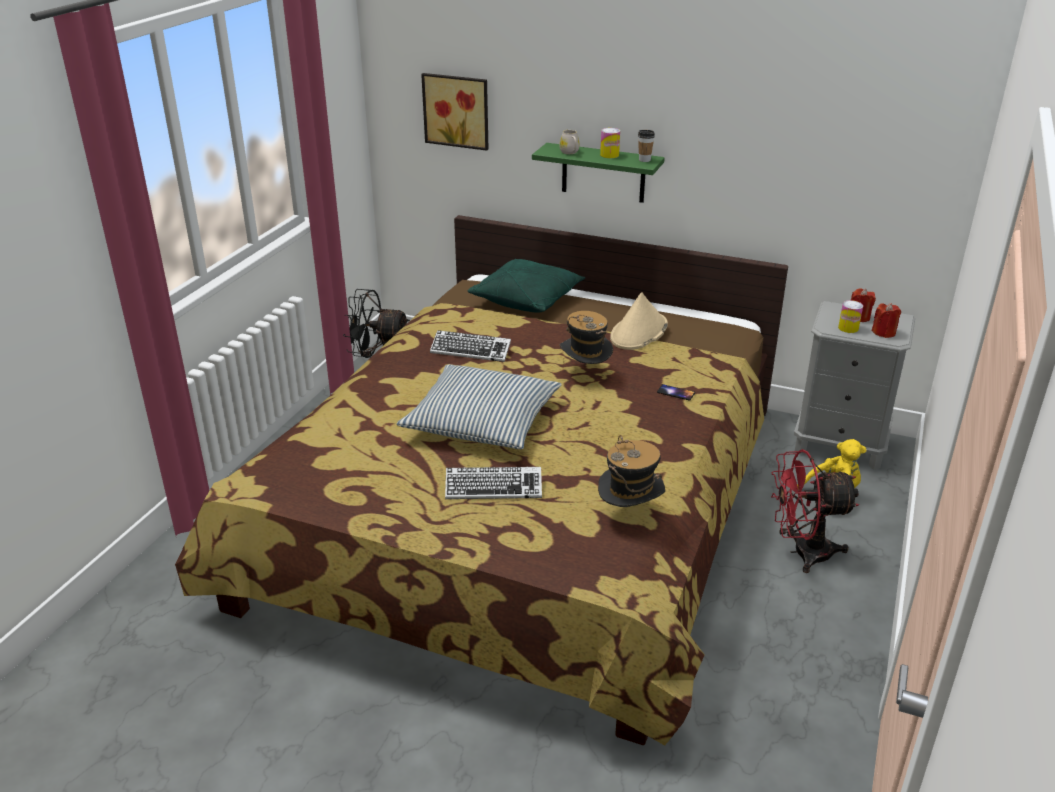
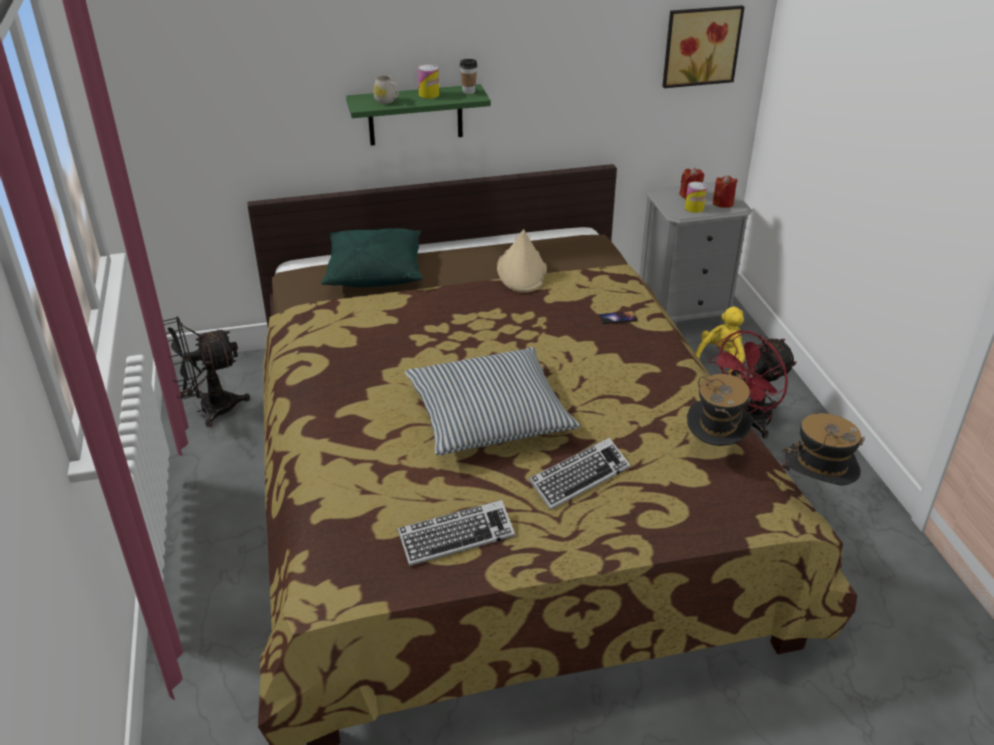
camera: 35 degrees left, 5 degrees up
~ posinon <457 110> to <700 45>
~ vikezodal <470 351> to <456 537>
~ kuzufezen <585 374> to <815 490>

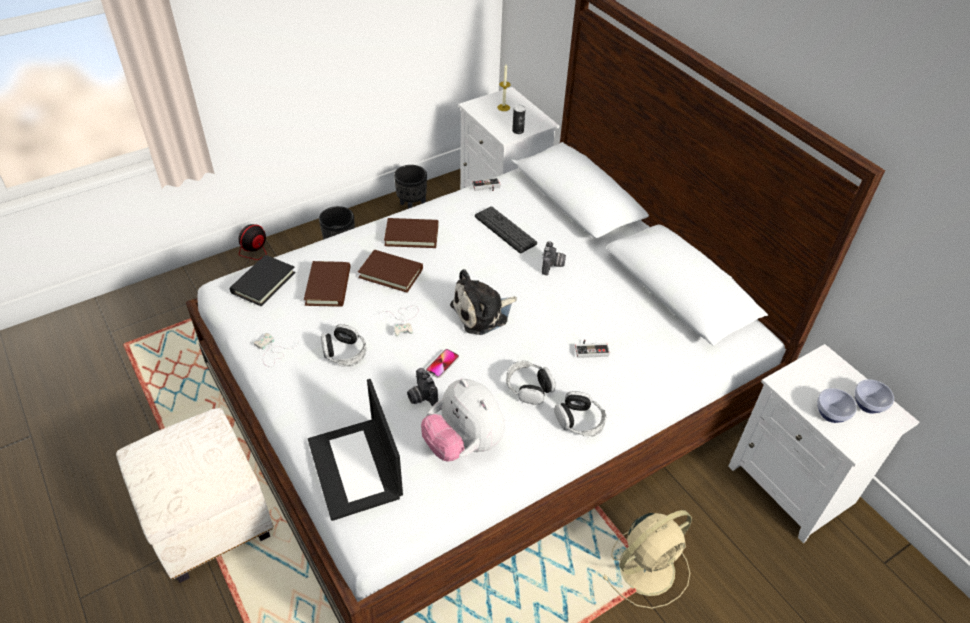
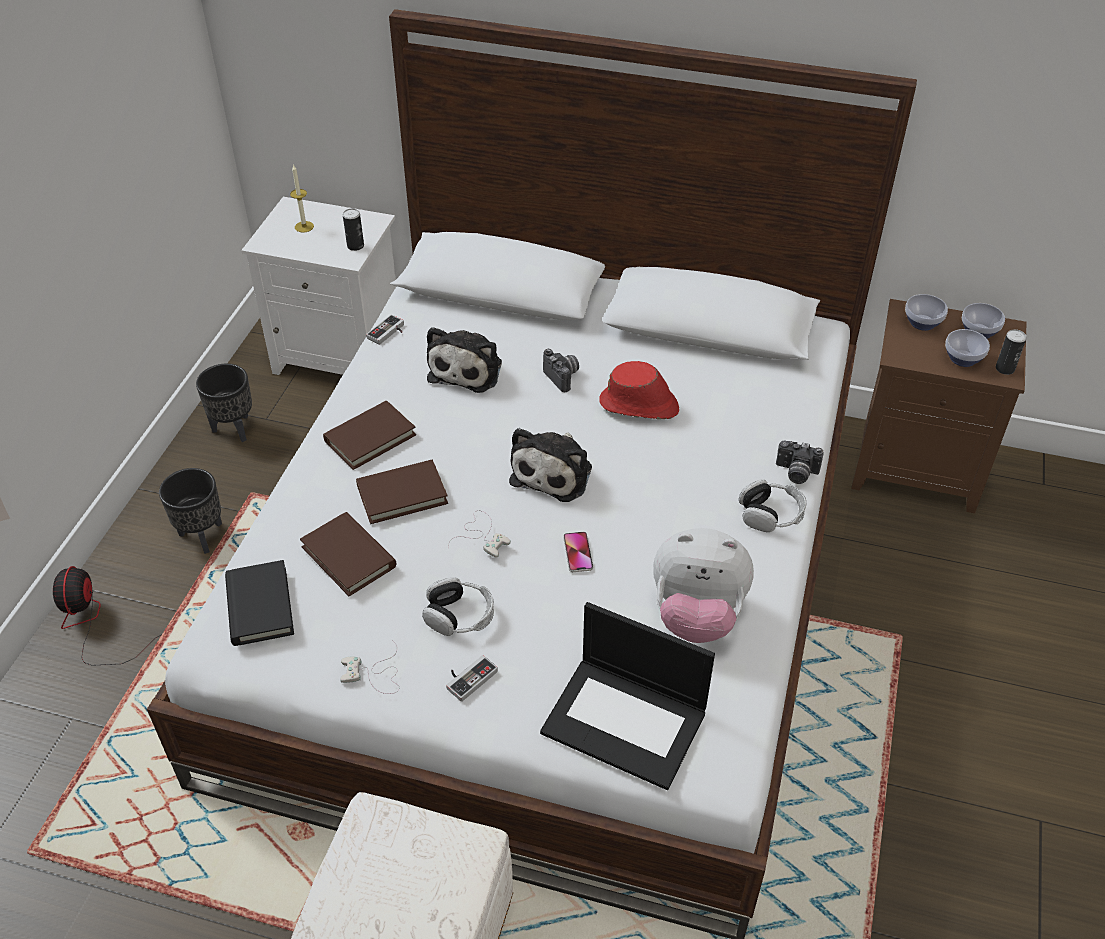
camera: 40 degrees left, 0 degrees up
- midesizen <529 387>
- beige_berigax <648 567>
+ red_kuzufezen <639 406>
+ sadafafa <923 323>
+ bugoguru <1005 368>
~ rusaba <421 396> to <796 473>
~ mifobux <591 349> to <468 677>
~ vikezodal <505 230> to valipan <467 368>
~ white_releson <794 486> to brown_releson <918 467>

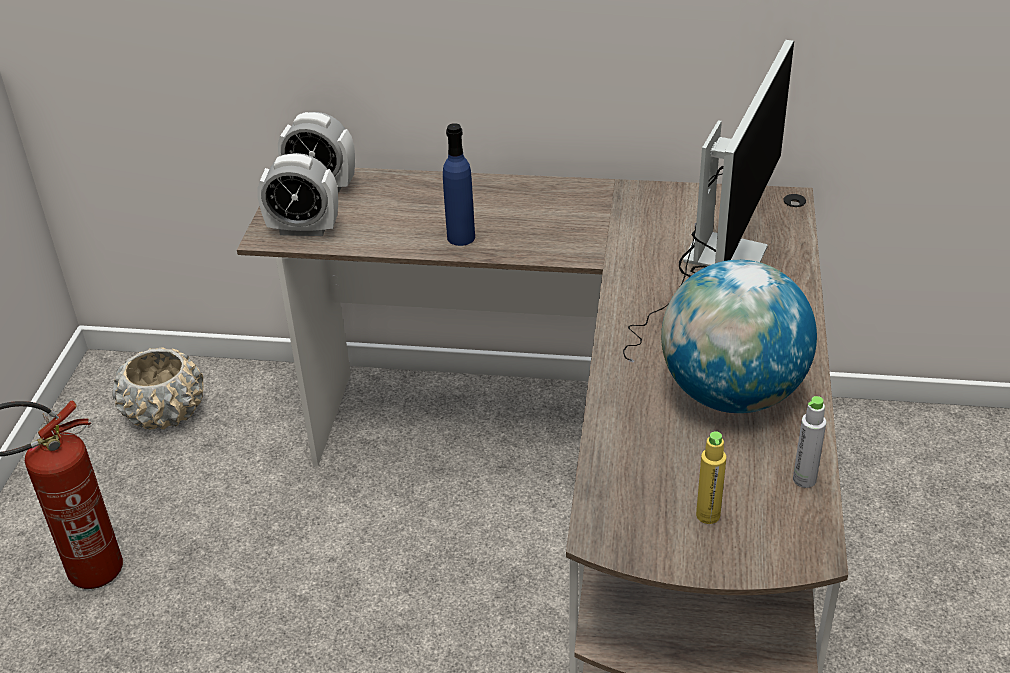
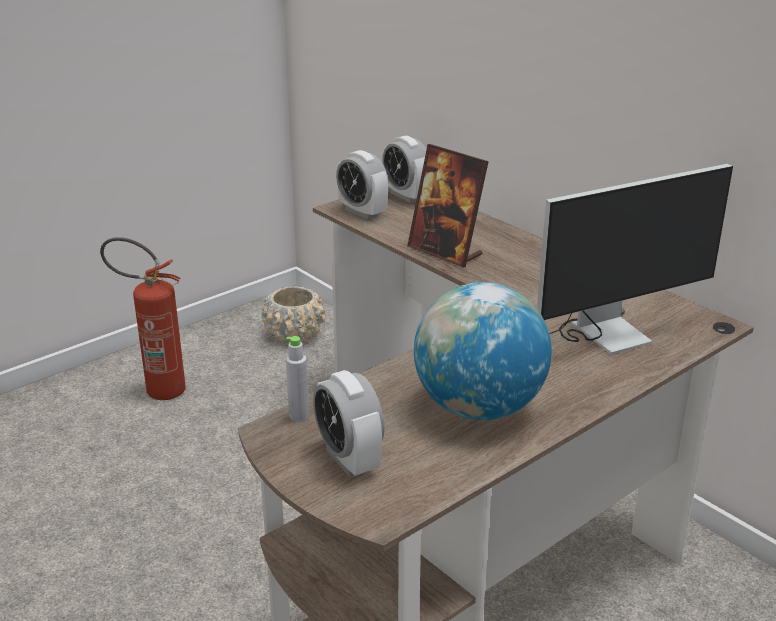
camera: 40 degrees right, 10 degrees down
~ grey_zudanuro <804 479> to <299 416>
~ blue_zudanuro <461 237> to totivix <445 252>
~ yellow_zudanuro <708 515> to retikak <349 459>

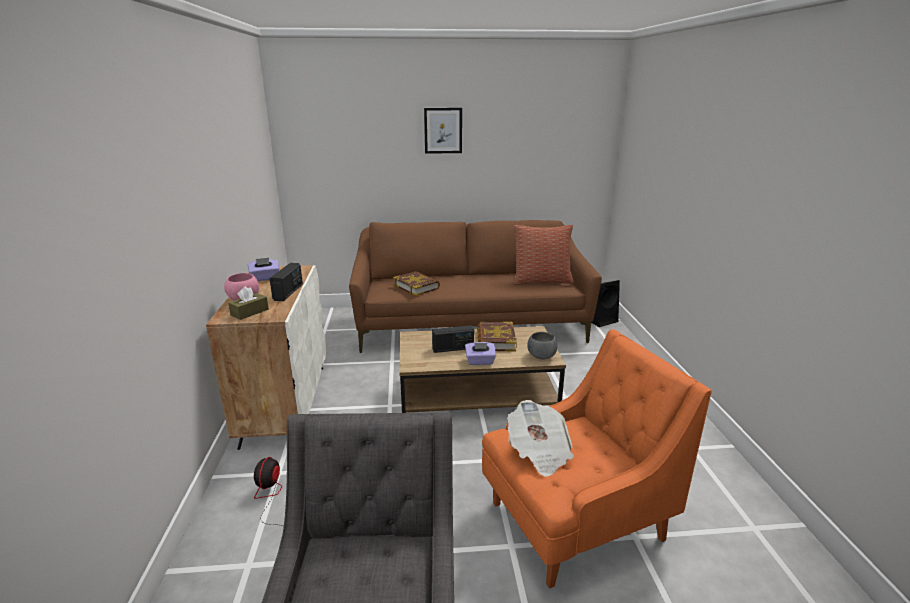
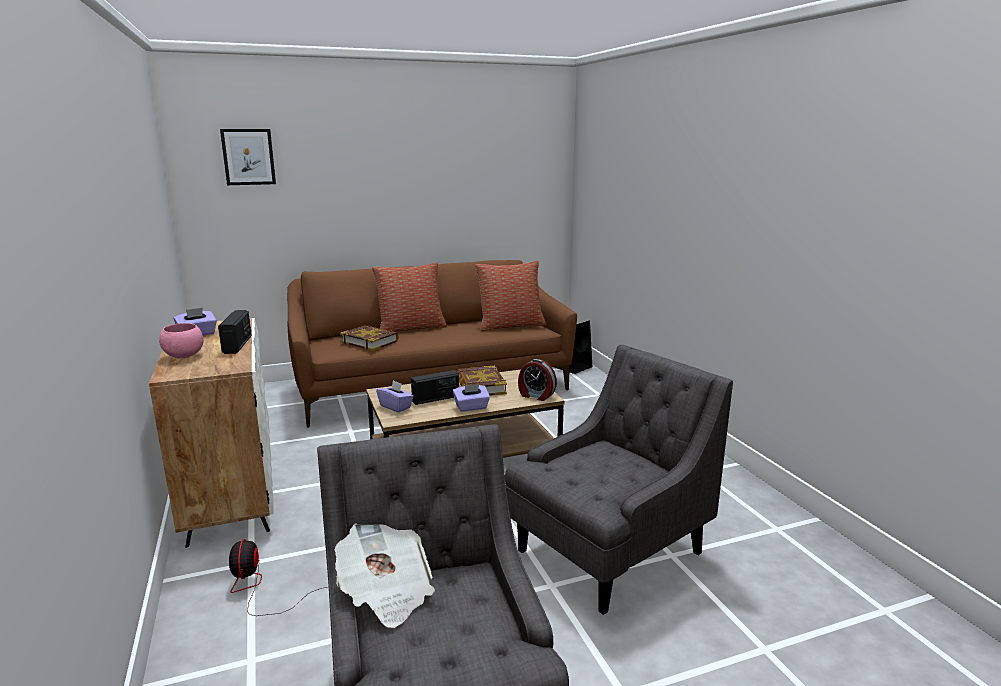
camera: 15 degrees left, 5 degrees down
- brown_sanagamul <249 312>
+ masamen <411 328>
+ purple_sanagamul <395 407>
~ posinon <443 130> to <248 157>
~ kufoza <539 452> to <386 593>
~ grey_sadafafa <541 356> to retikak <536 396>
~ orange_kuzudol <574 522> to grey_kuzudol <608 553>

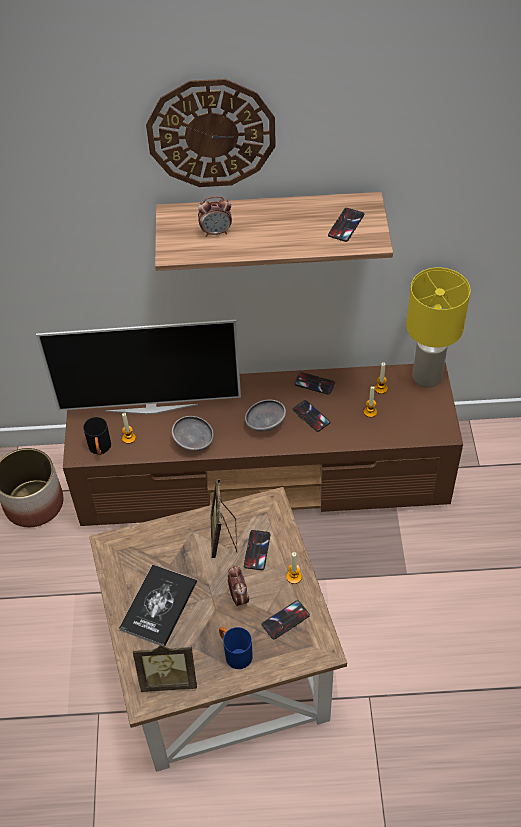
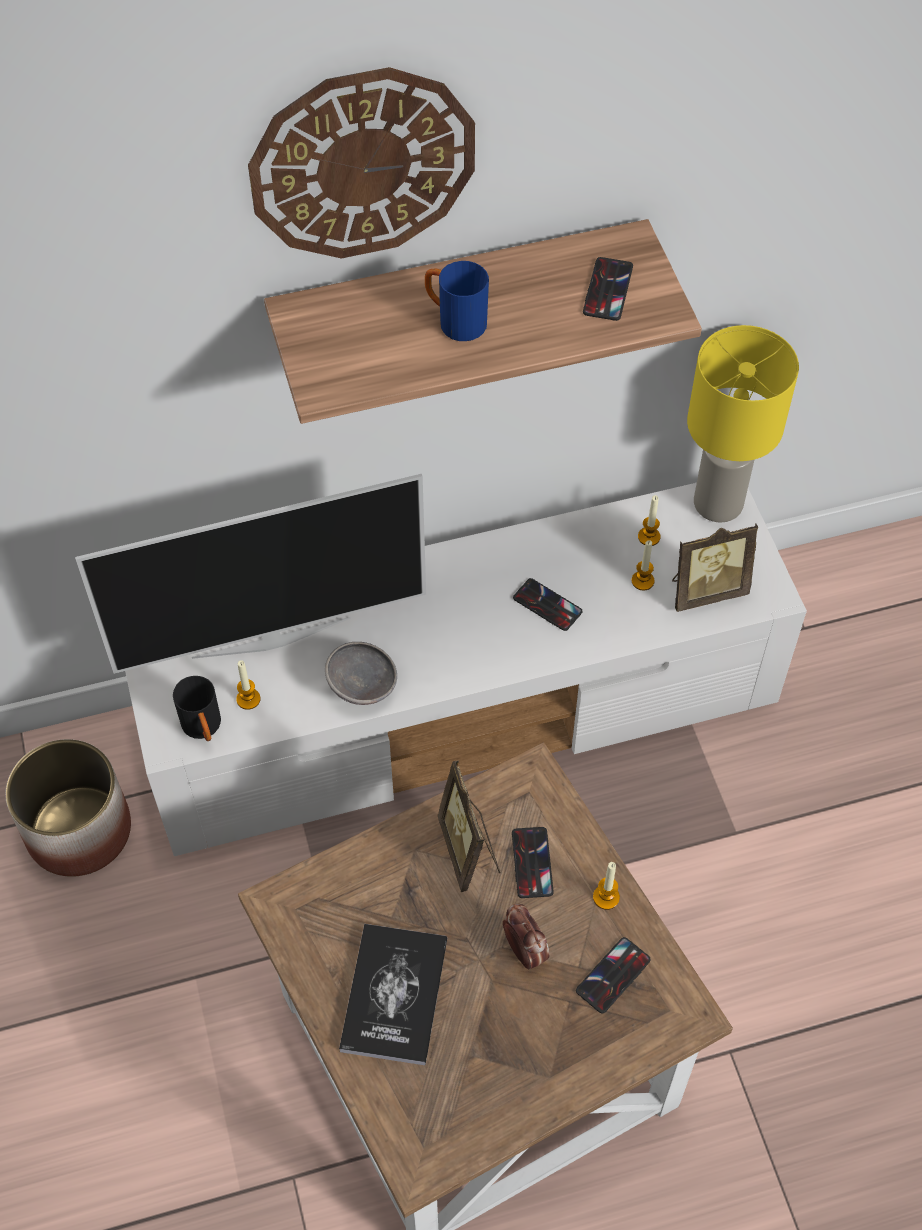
camera: 15 degrees left, 5 degrees up
- retikak <216 232>
- grey_sadafafa <265 423>
- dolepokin <314 383>
~ totivix <169 678> to <706 590>
~ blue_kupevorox <234 653> to <454 321>
~ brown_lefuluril <265 476> to white_lefuluril <464 709>

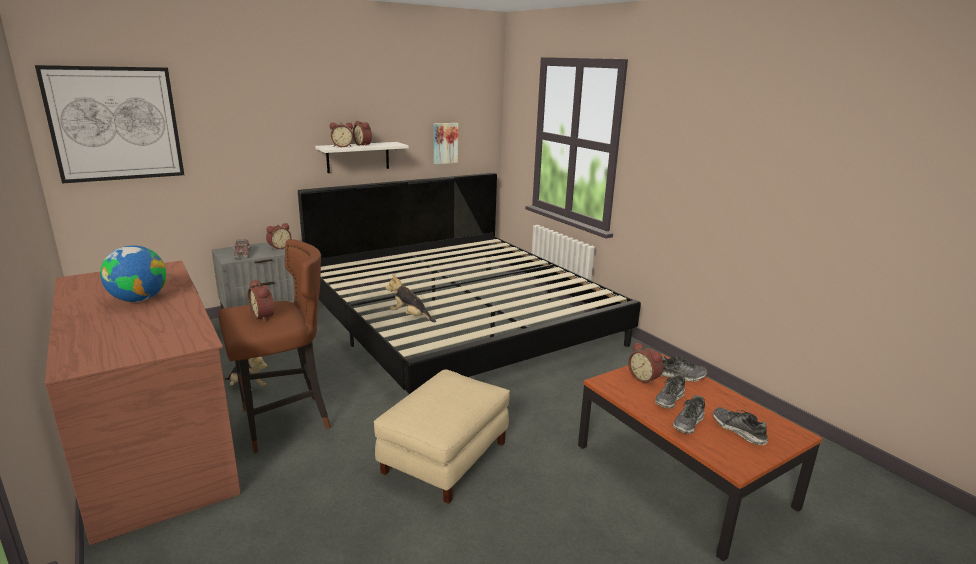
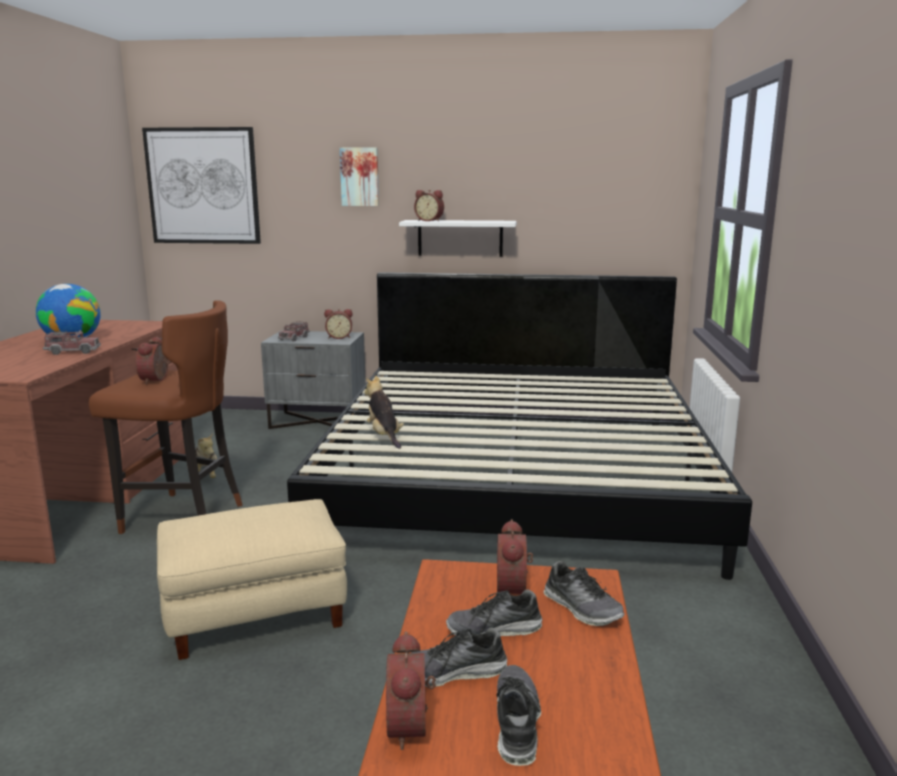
camera: 40 degrees right, 5 degrees down
+ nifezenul <73 351>
~ retikak <364 145> to <412 727>
~ posinon <445 143> to <360 177>

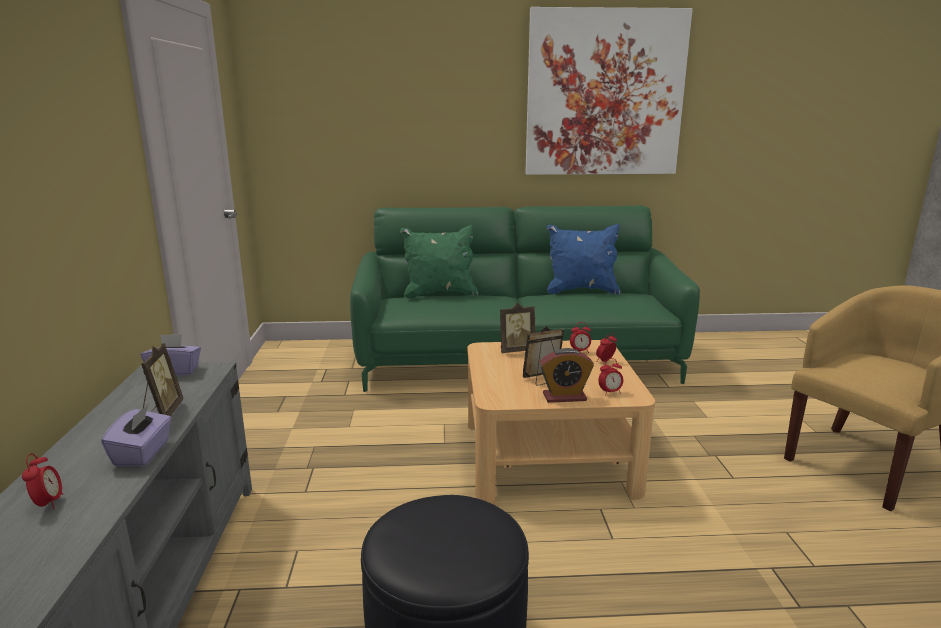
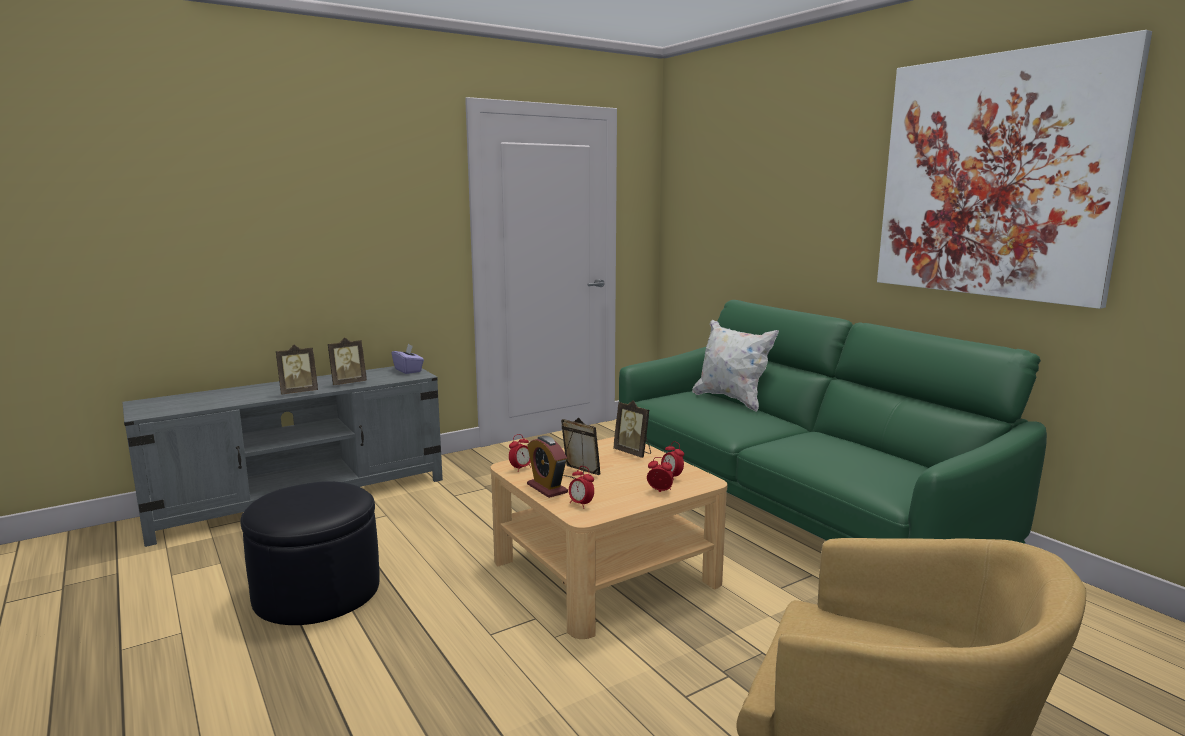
camera: 60 degrees right, 5 degrees down
- blue_masamen <581 291>
~ retikak <48 503> to <520 468>
~ purple_sanagamul <143 453> to totivix <298 392>
~ green_masamen <439 294> to white_masamen <731 400>

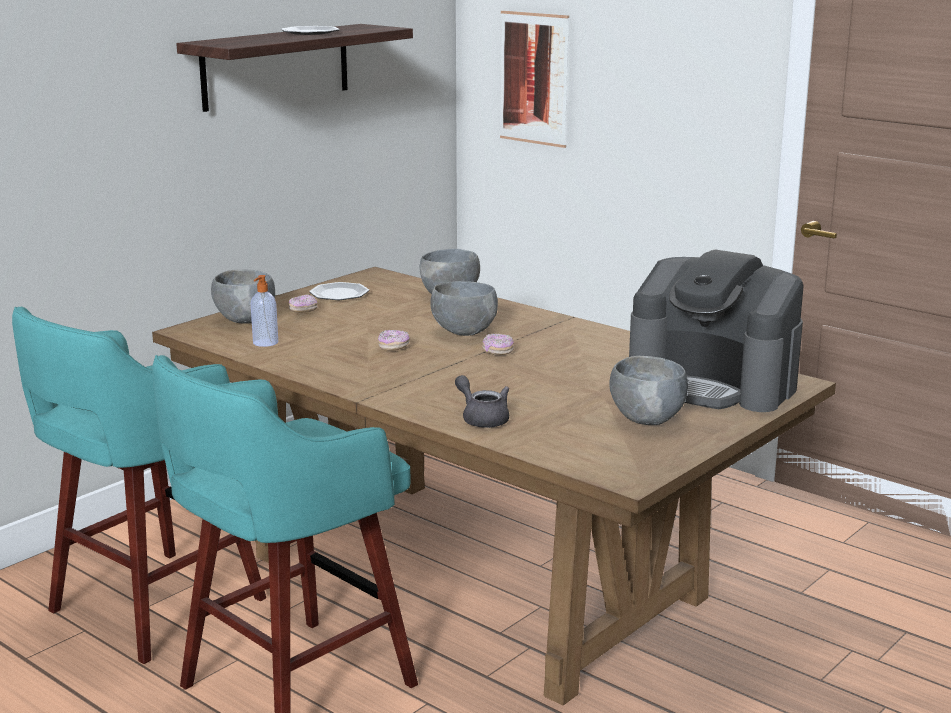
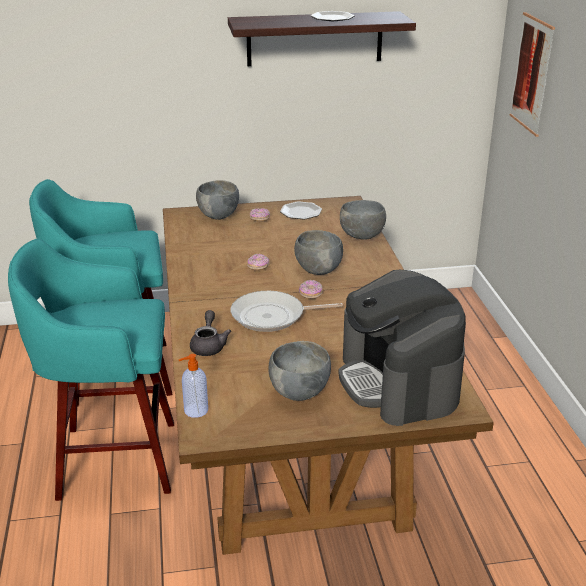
camera: 40 degrees right, 10 degrees up
+ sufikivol <272 316>
~ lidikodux <265 343> to <195 410>

